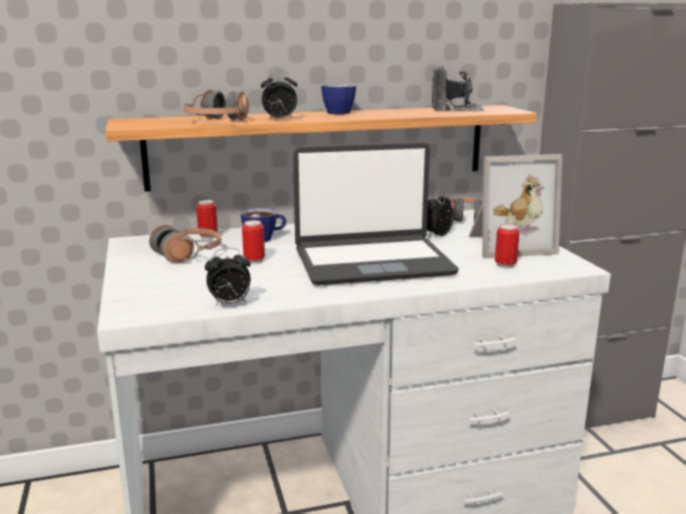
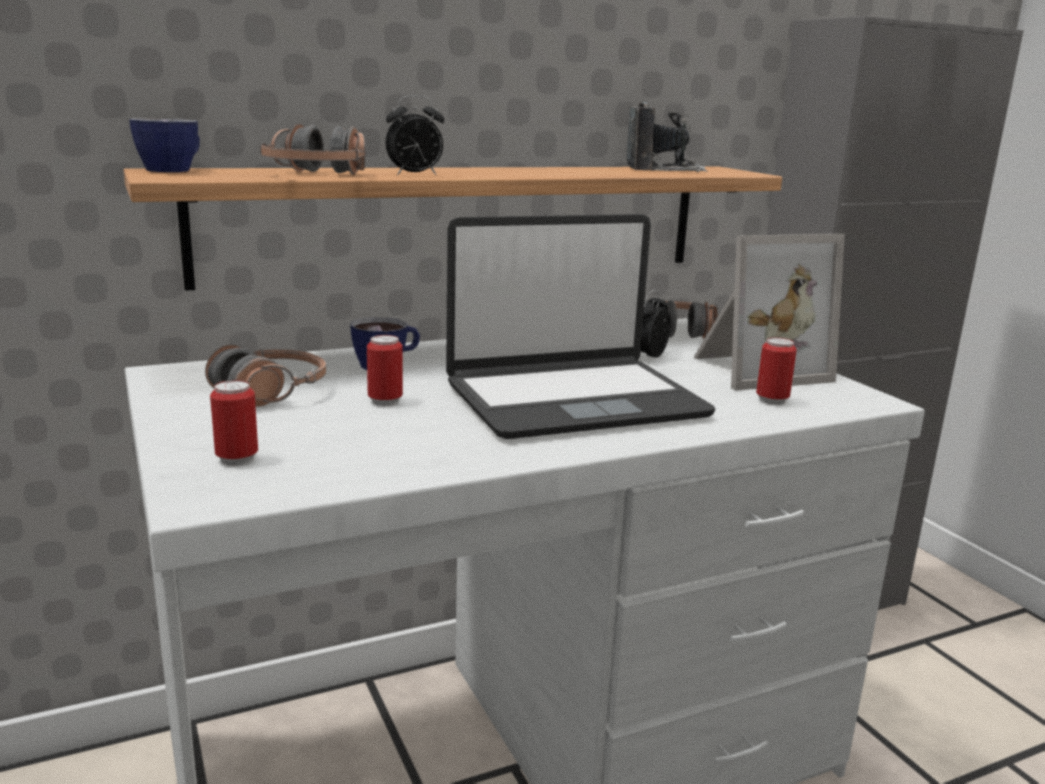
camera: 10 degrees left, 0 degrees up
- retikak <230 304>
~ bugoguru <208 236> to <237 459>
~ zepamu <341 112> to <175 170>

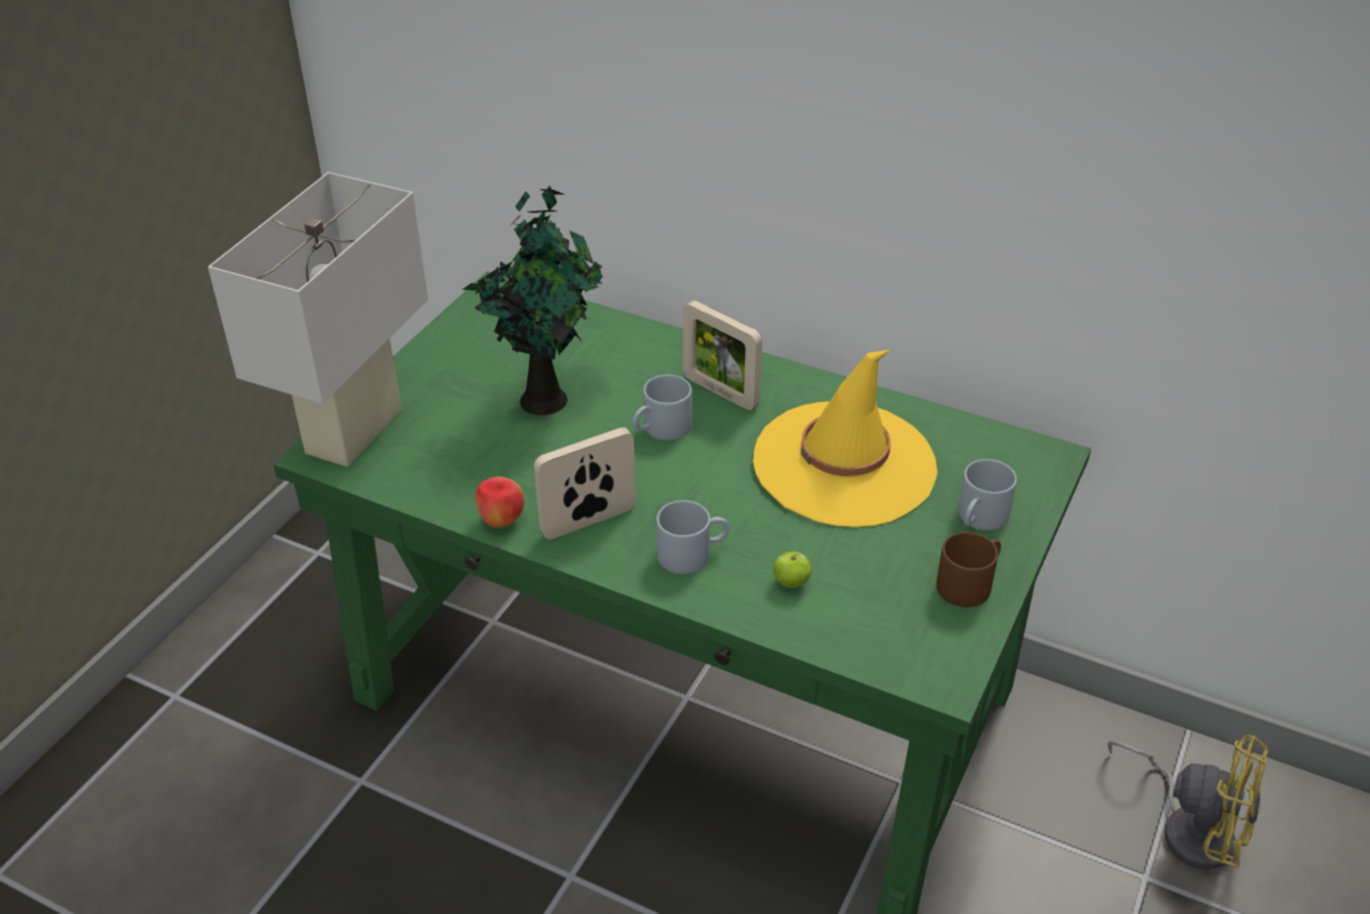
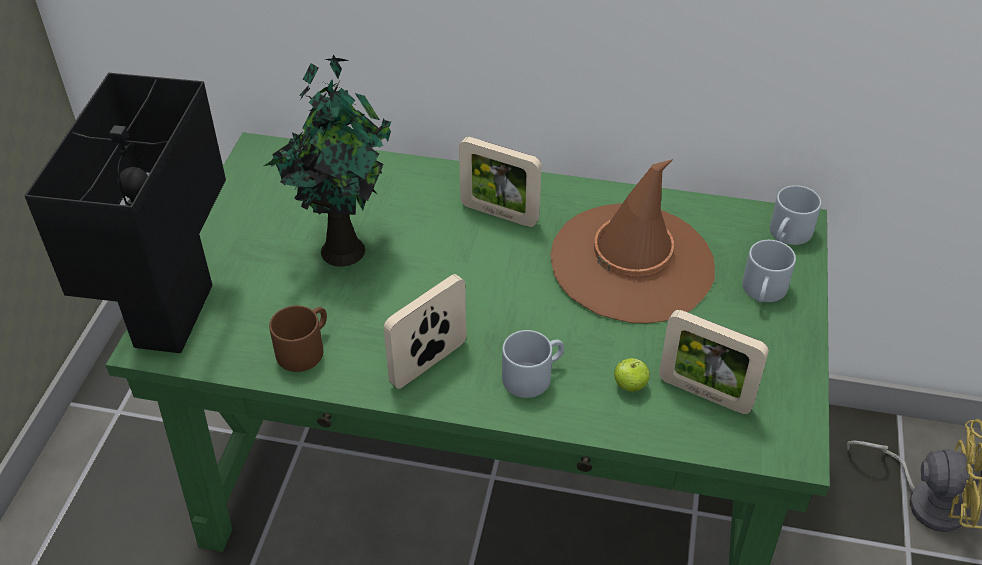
camera: 15 degrees left, 5 degrees up
- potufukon <501 521>
+ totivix <704 394>
~ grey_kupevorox <661 429> to <788 235>
~ brown_kupevorox <969 582> to <305 348>
~ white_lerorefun <354 432> to black_lerorefun <174 316>
~ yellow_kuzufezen <844 464> to brown_kuzufezen <632 263>

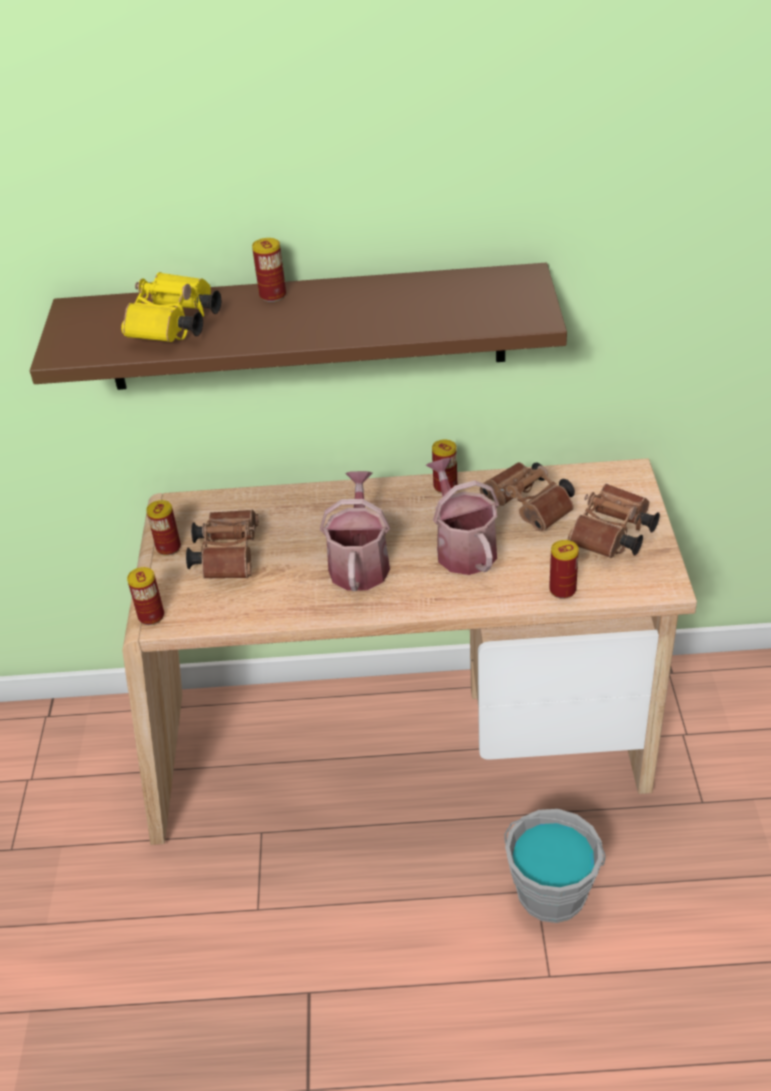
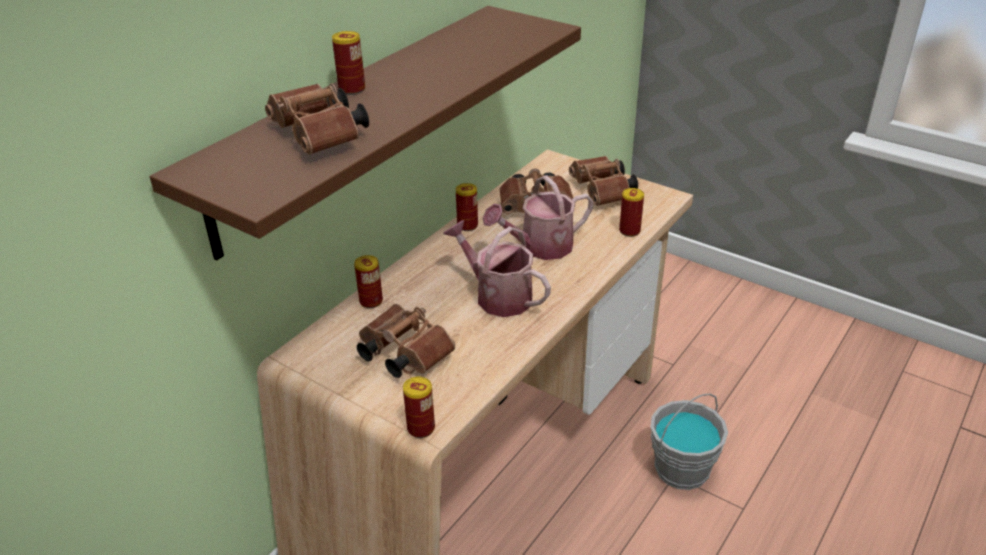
camera: 55 degrees left, 5 degrees down
~ bugoguru <168 547> to <371 301>
~ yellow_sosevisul <174 327> to brown_sosevisul <320 138>
~ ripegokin <462 547> = <540 247> 45 degrees counterclockwise

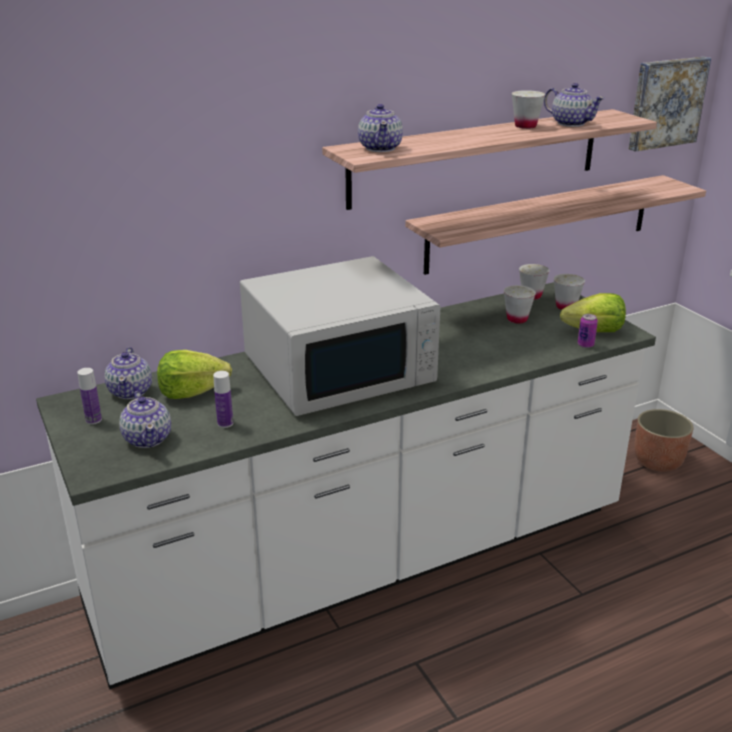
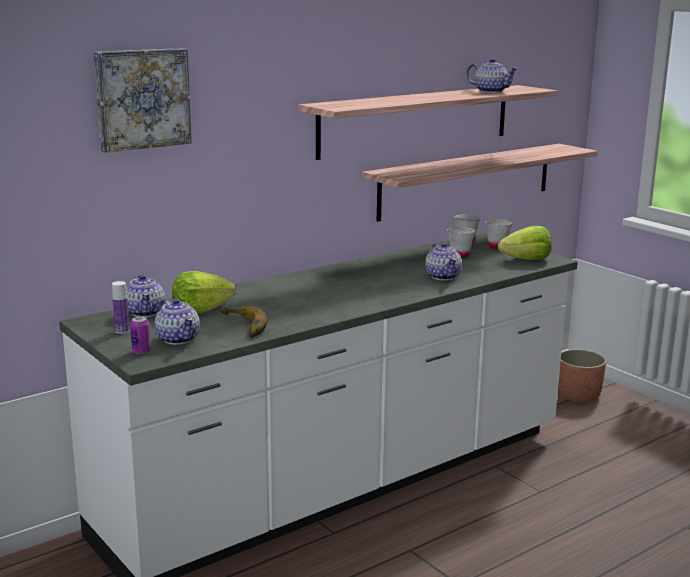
camera: 10 degrees left, 10 degrees down
- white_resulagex <340 369>
- white_zepamu <525 126>
~ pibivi <380 148> to <443 276>
~ bugoguru <585 345> to <141 351>
~ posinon <665 103> to <141 98>
~ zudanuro <225 423> to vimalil <241 327>

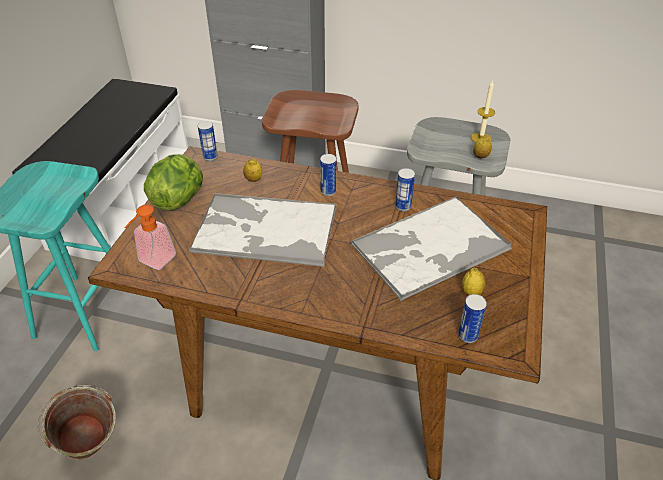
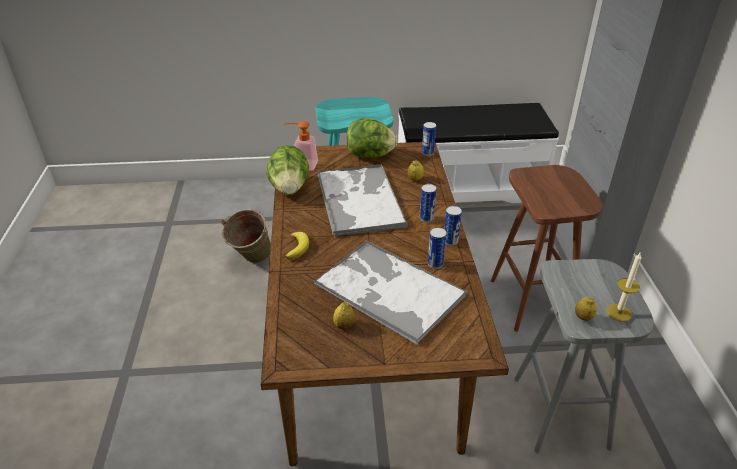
camera: 70 degrees right, 5 degrees down
+ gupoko <289 188>
+ vimalil <298 247>
~ bugoguru <467 336> to <450 241>

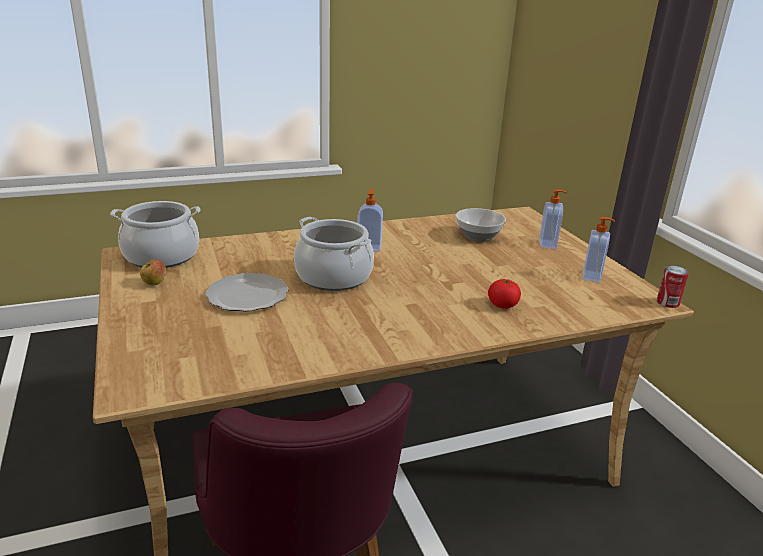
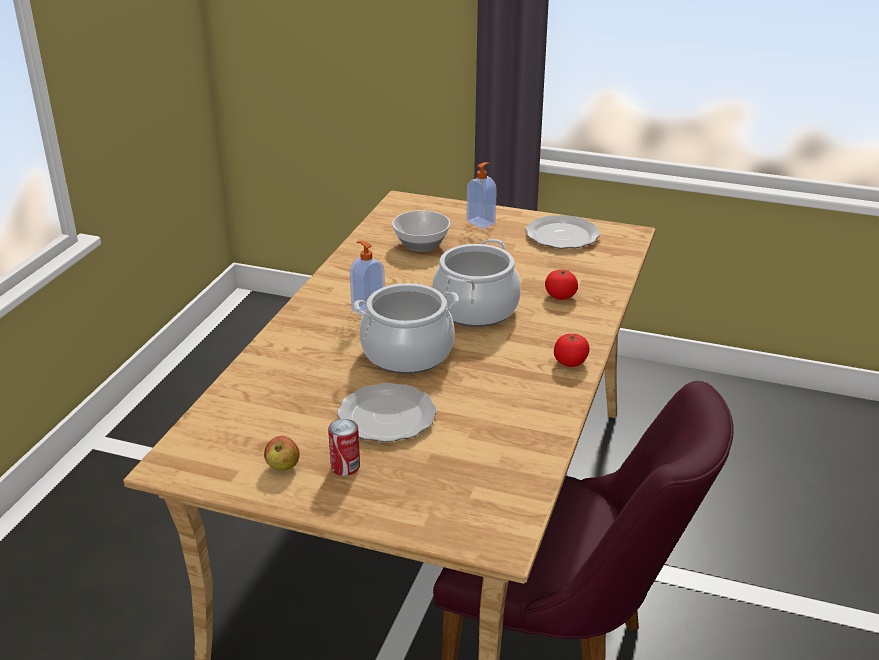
camera: 50 degrees left, 5 degrees up
+ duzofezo <570 362>
~ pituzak <161 256> to <476 309>
~ bugoguru <667 303> to <345 467>
~ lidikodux <592 276> to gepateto <561 235>

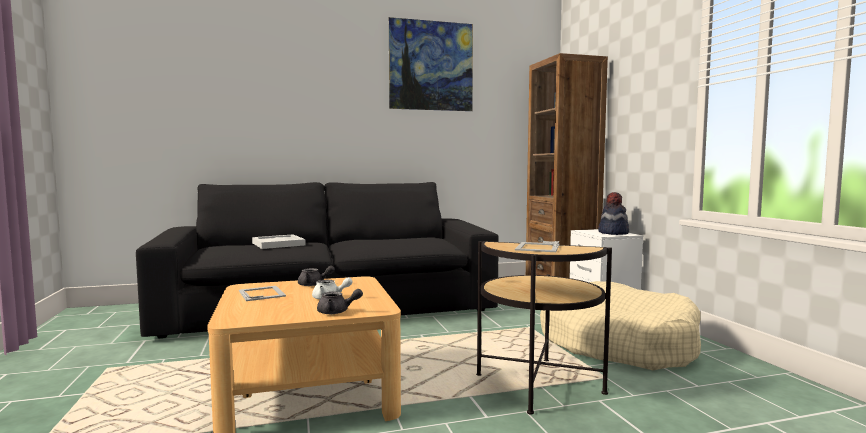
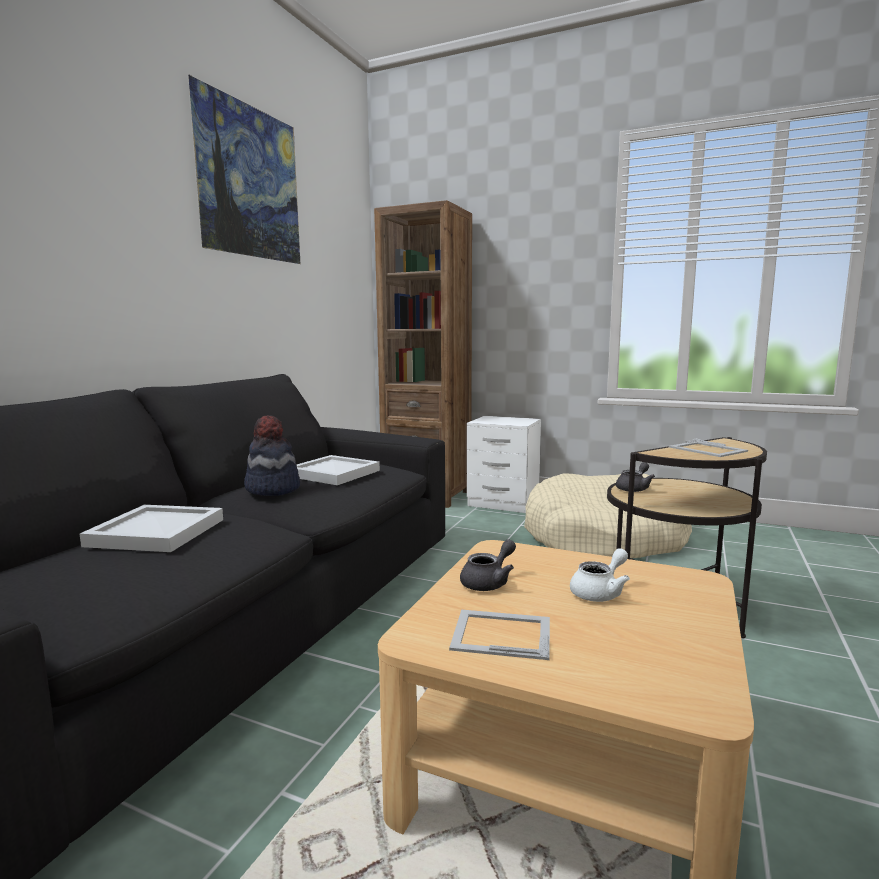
camera: 50 degrees left, 5 degrees up
+ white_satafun <332 473>
~ grey_pibivi <337 312> to <634 488>
~ kuzufezen <613 233> to <272 489>

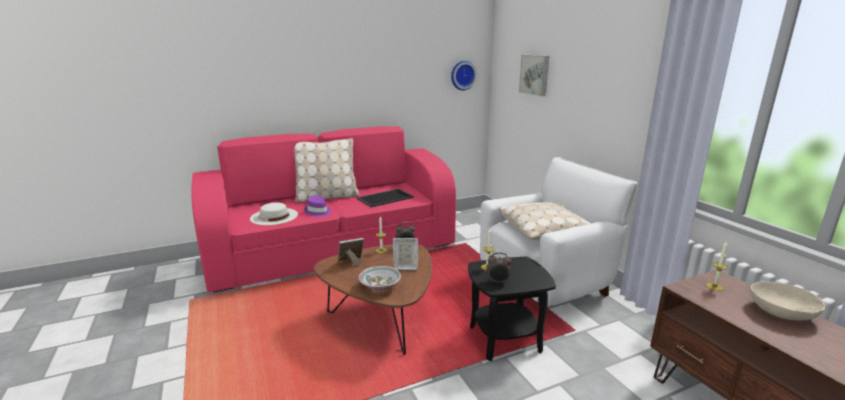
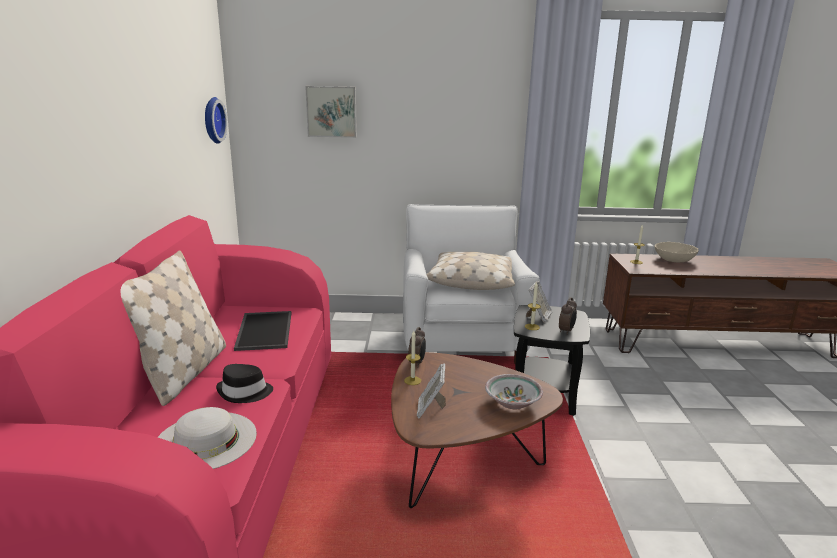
camera: 65 degrees left, 0 degrees up
~ totivix <405 267> to <538 317>
~ purple_kuzufezen <318 211> to black_kuzufezen <244 392>

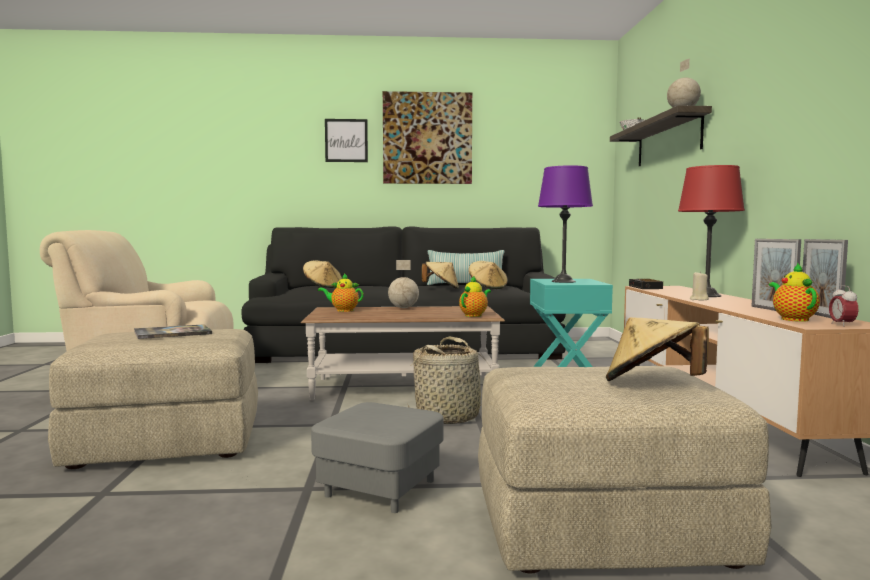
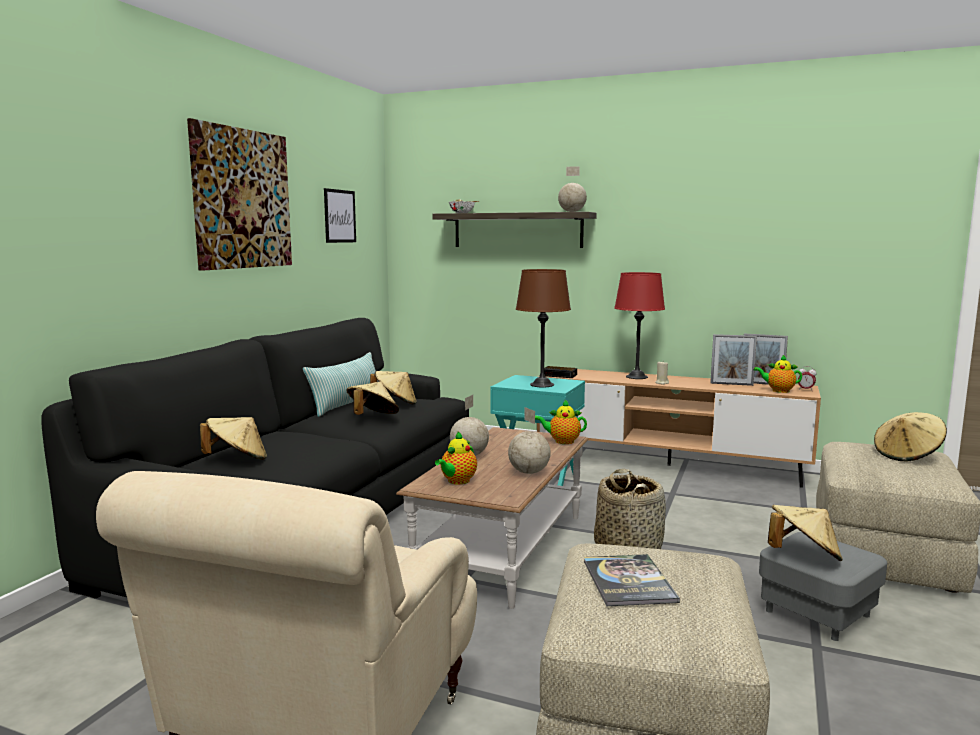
camera: 65 degrees left, 5 degrees up
+ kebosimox <529 472>
+ beige_kuzufezen <803 556>
~ posinon <346 140> to <339 216>
~ purple_lerorefun <563 281> to brown_lerorefun <541 385>
~ pibivi <474 315> = <562 441> 60 degrees counterclockwise

